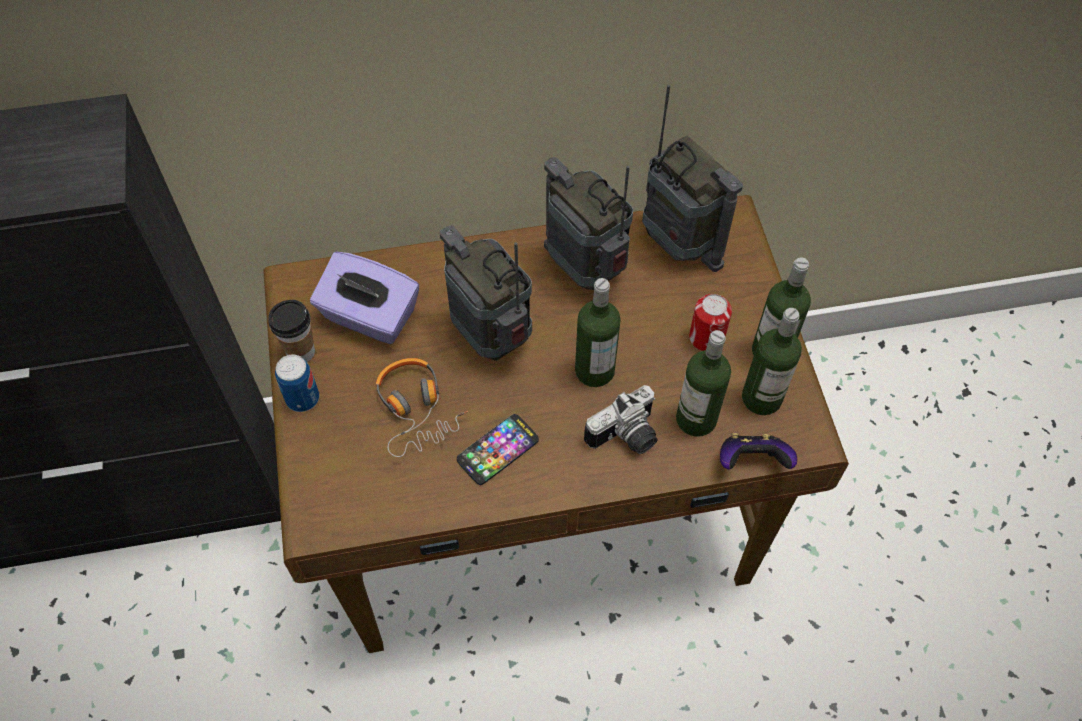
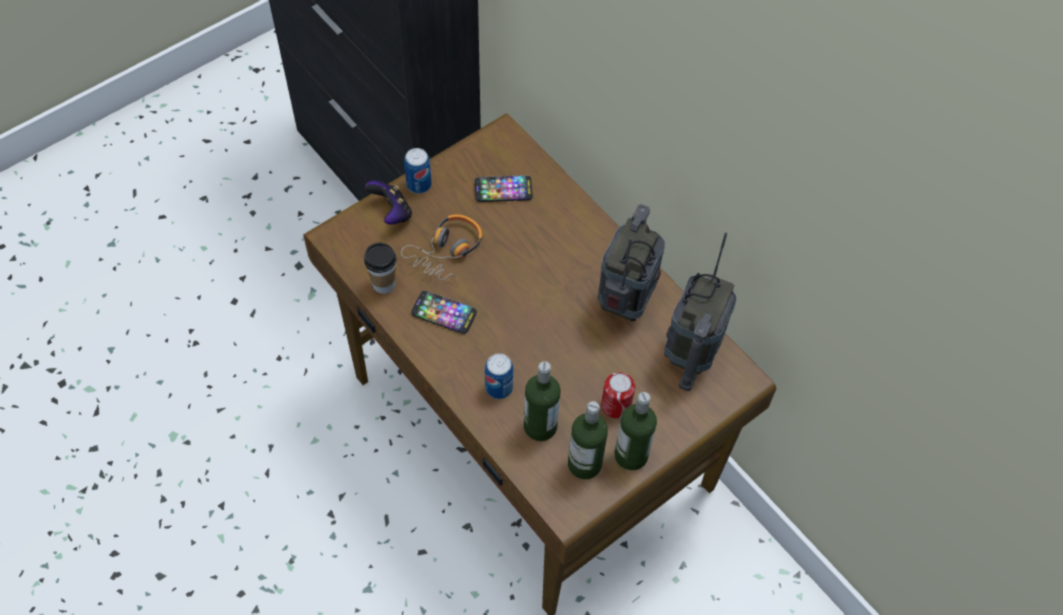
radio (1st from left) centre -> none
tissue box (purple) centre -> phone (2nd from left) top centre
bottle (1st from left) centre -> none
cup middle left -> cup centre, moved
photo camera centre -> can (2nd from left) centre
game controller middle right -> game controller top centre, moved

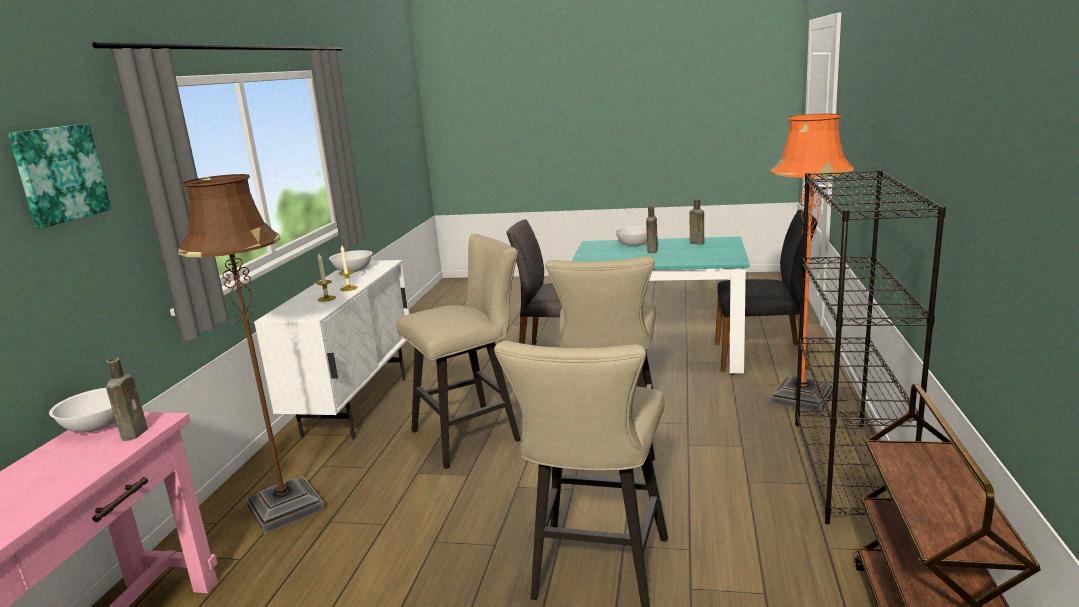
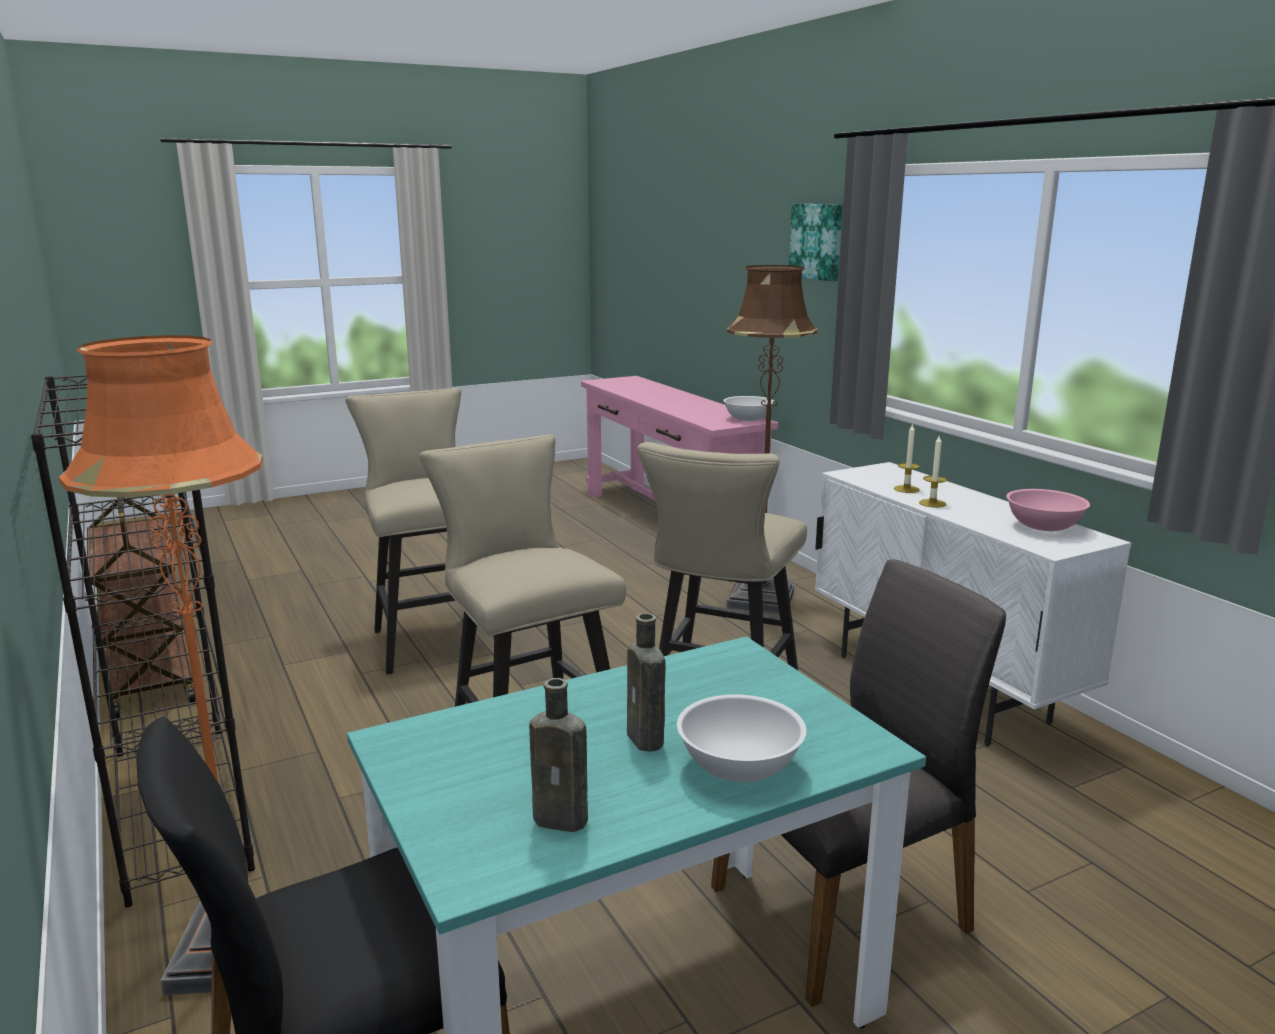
bowl (white) (2nd from left) middle left -> bowl (pink) middle right
bottle (brown) (1st from left) middle left -> none

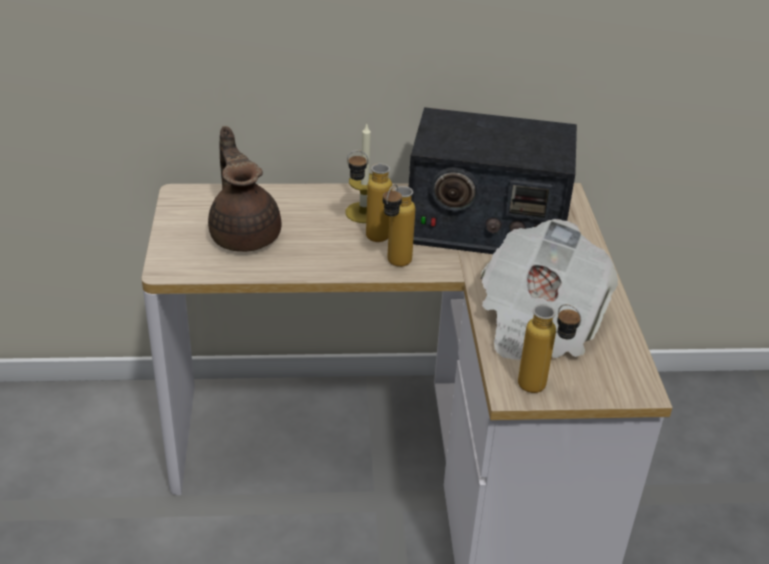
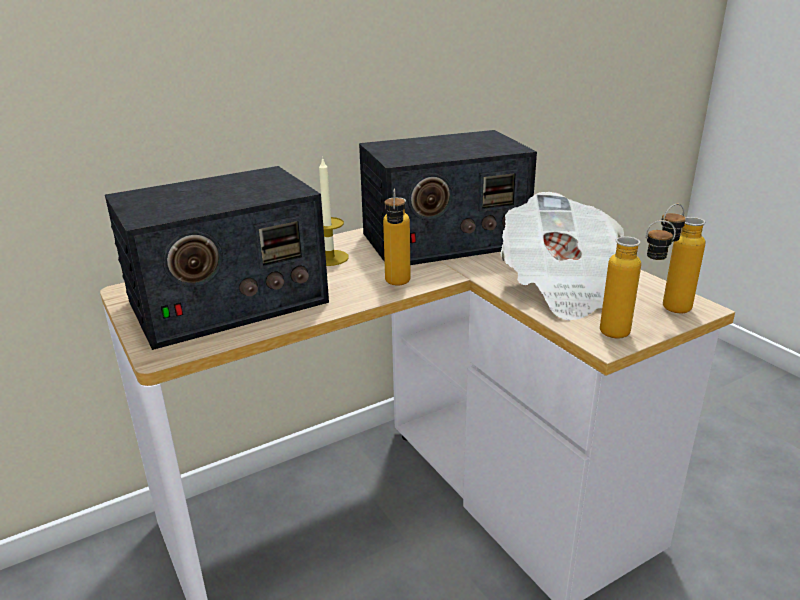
teapot (brown) middle left -> radio (1st from left) middle left
bottle (1st from left in the first image) centre -> bottle (3rd from left) middle right, moved

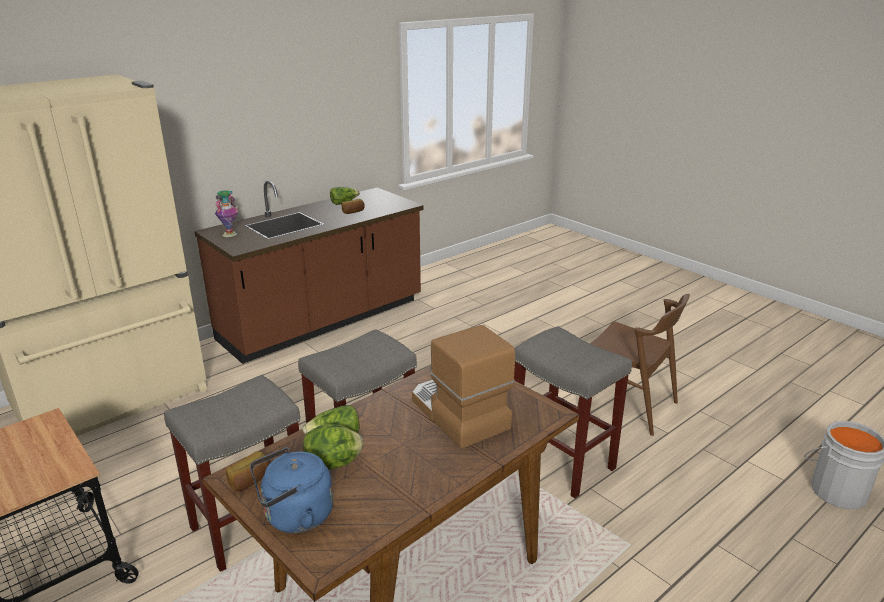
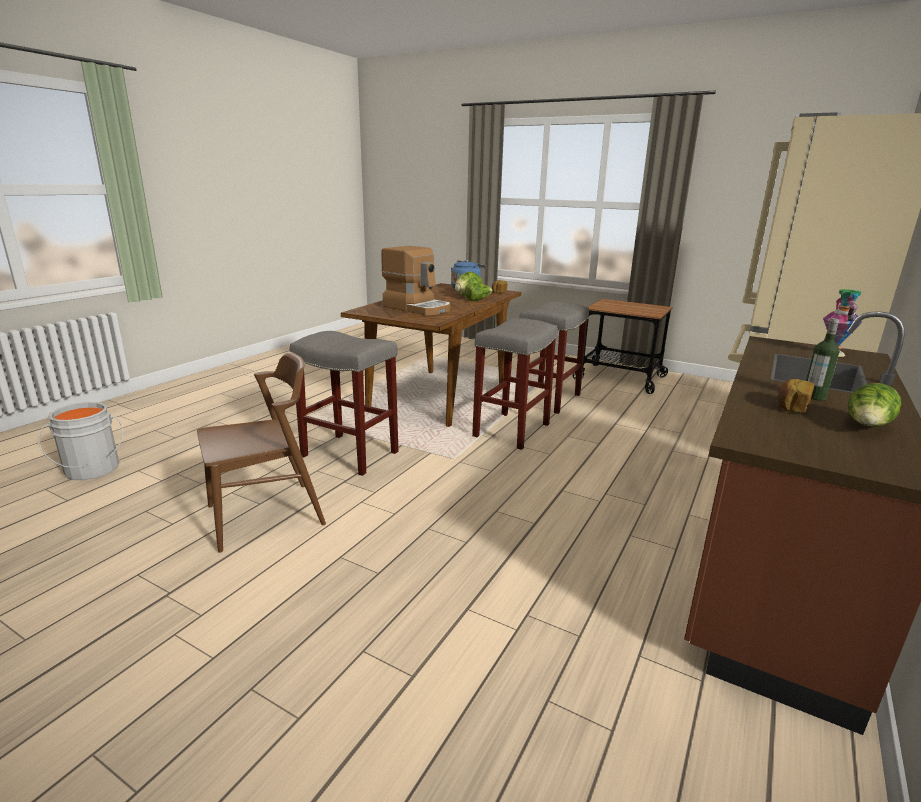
chair (brown) middle right -> chair (brown) middle left, 135 degrees clockwise
none -> bottle middle right

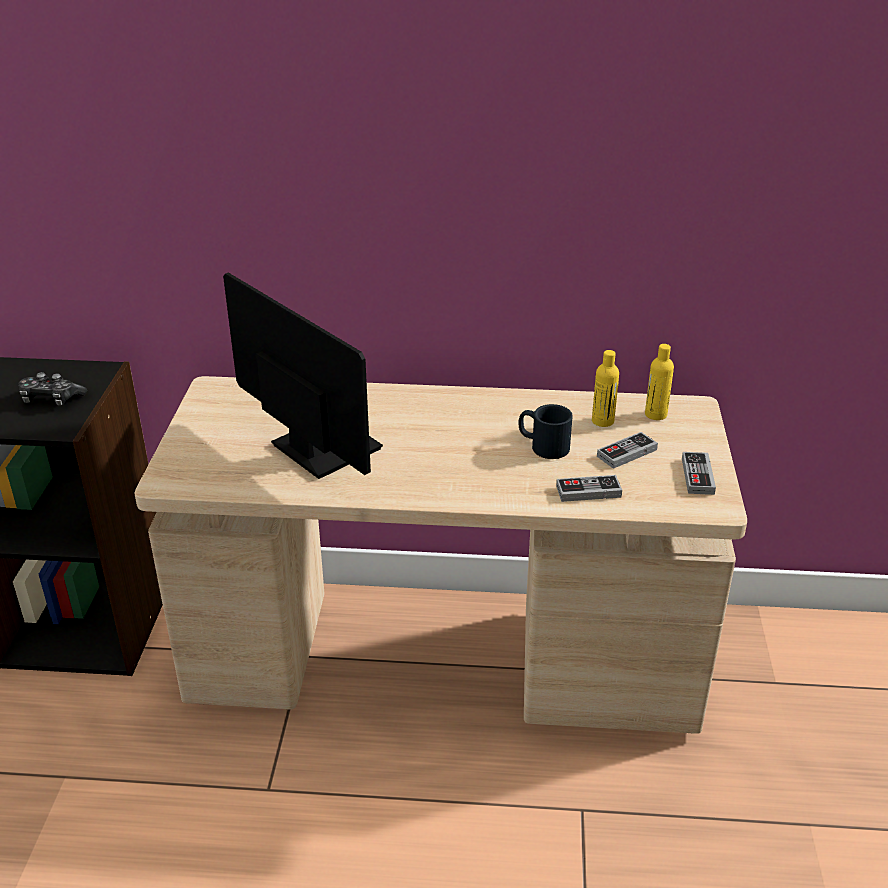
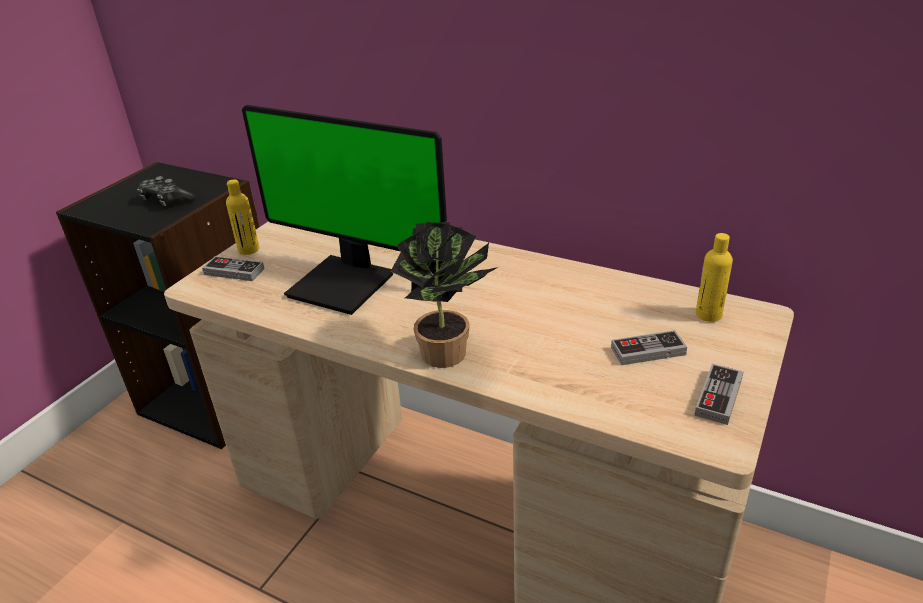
monitor centre, 135 degrees clockwise
bottle (yellow) (1st from left) middle right -> bottle (yellow) (1st from left) middle left, moved
mug (black) centre -> none
game controller (2nd from left) centre -> game controller (2nd from left) middle left, moved
none -> potted plant centre

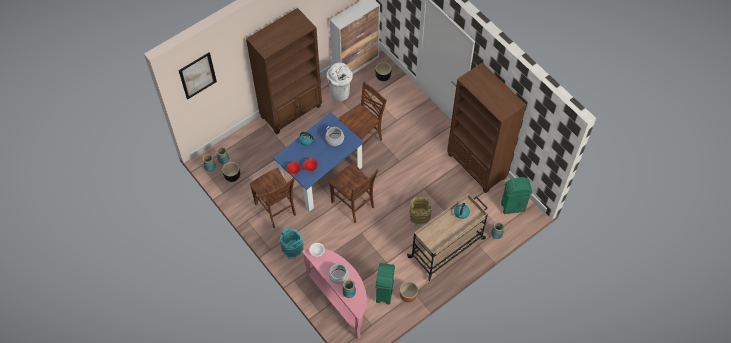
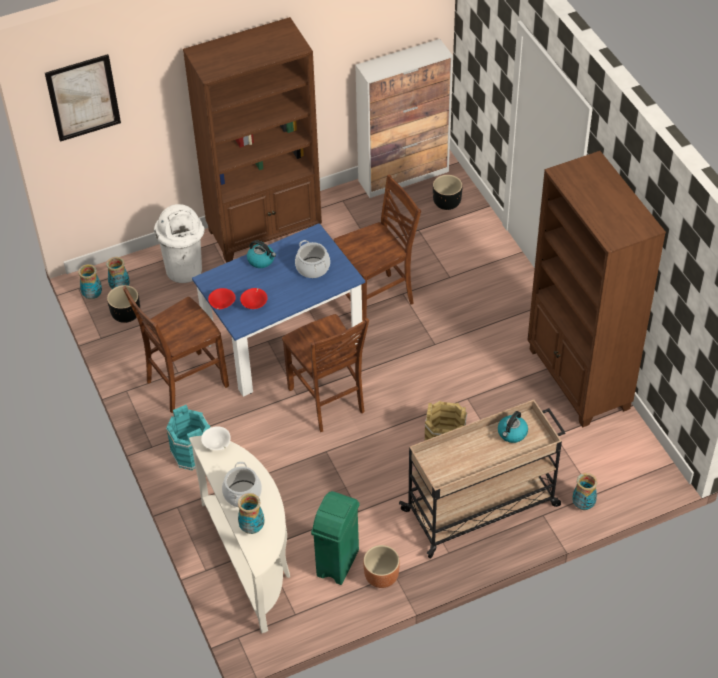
trash can (white) top centre -> trash can (white) middle left, moved
chair (brown) (1st from left) centre -> chair (brown) (1st from left) middle left, 75 degrees clockwise
trash can (green) (2nd from left) middle right -> none
console table (pink) bottom centre -> console table (white) bottom left

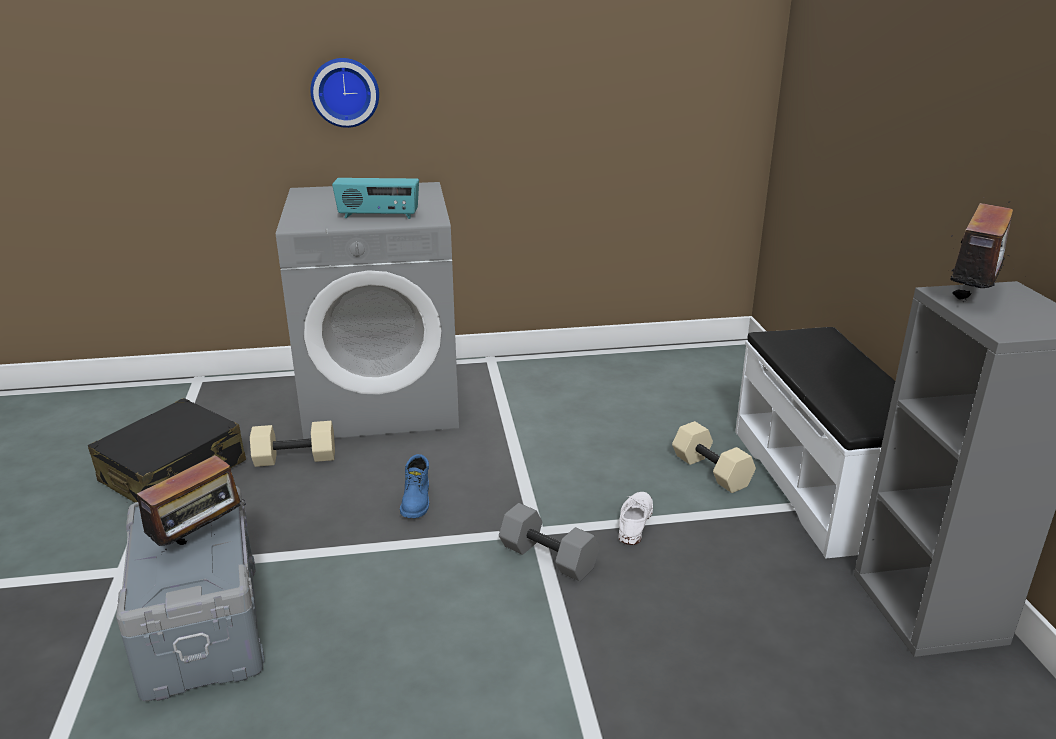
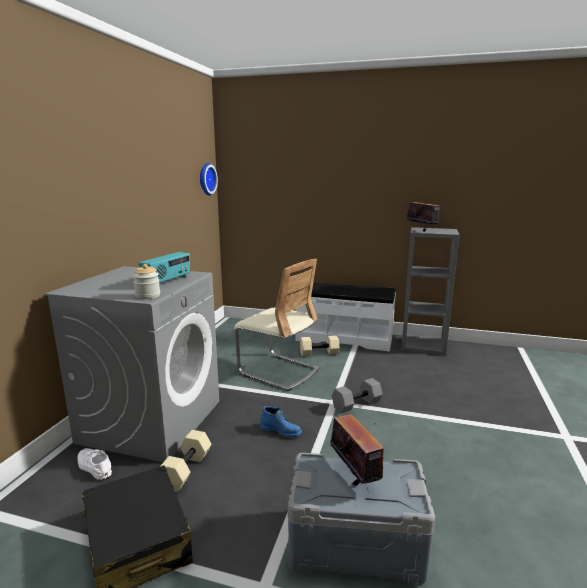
wall clock top left -> wall clock top centre, moved
shoe (white) bottom centre -> shoe (white) bottom left, moved
none -> chair (beige) centre
none -> jar middle left

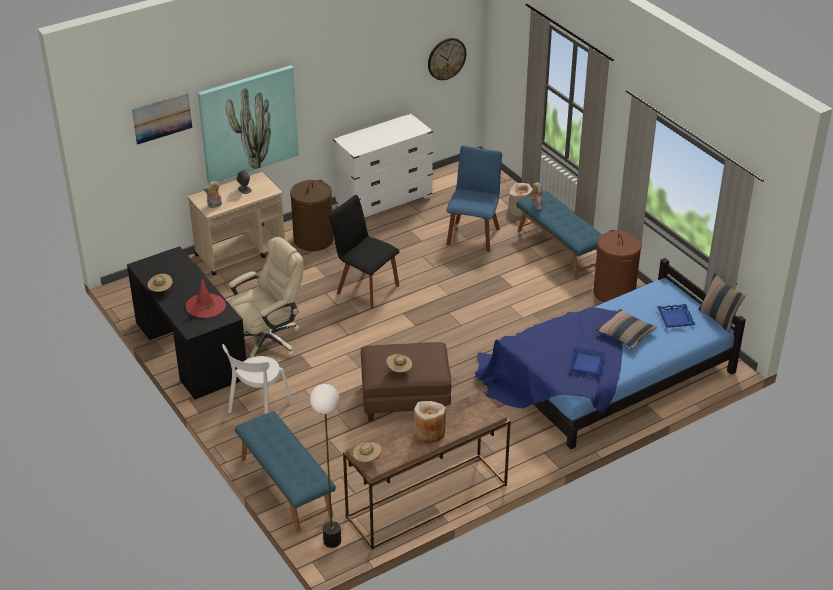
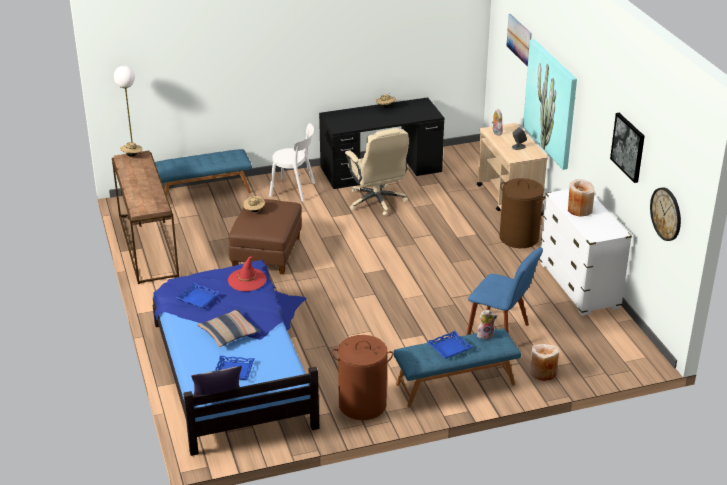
chair (black) centre -> none
hat (red) middle left -> hat (red) centre, moved
chair (white) middle left -> chair (white) centre, 150 degrees clockwise
vase (beige) (1st from left in the first image) bottom centre -> vase (beige) (2nd from left) middle right, moved
none -> picture (3rd from left) top right
none -> tray (blue) (3rd from left) bottom centre

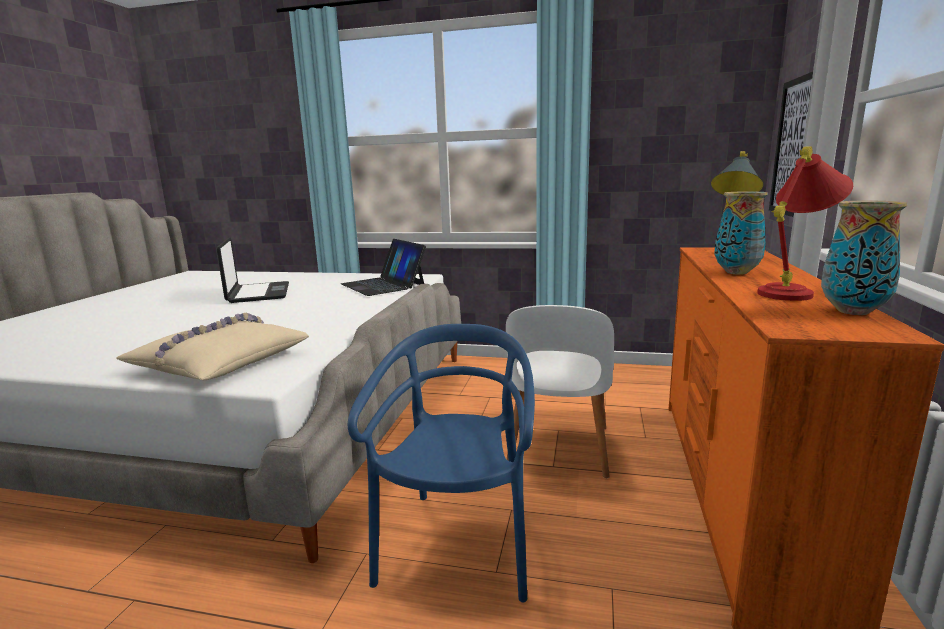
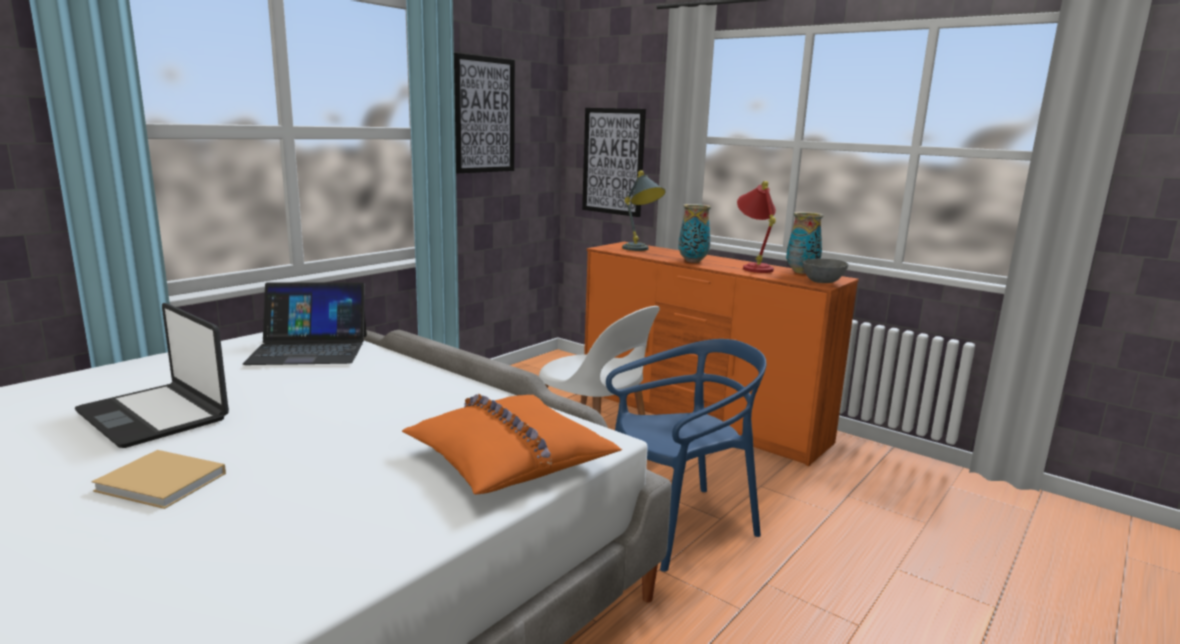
laptop (1st from left) middle left, 150 degrees counterclockwise
pillow (beige) middle left -> pillow (orange) bottom centre
chair (blue) bottom centre, 120 degrees clockwise
none -> picture (1st from left) top centre
none -> bowl (grey) middle right
none -> book (beige) bottom left

